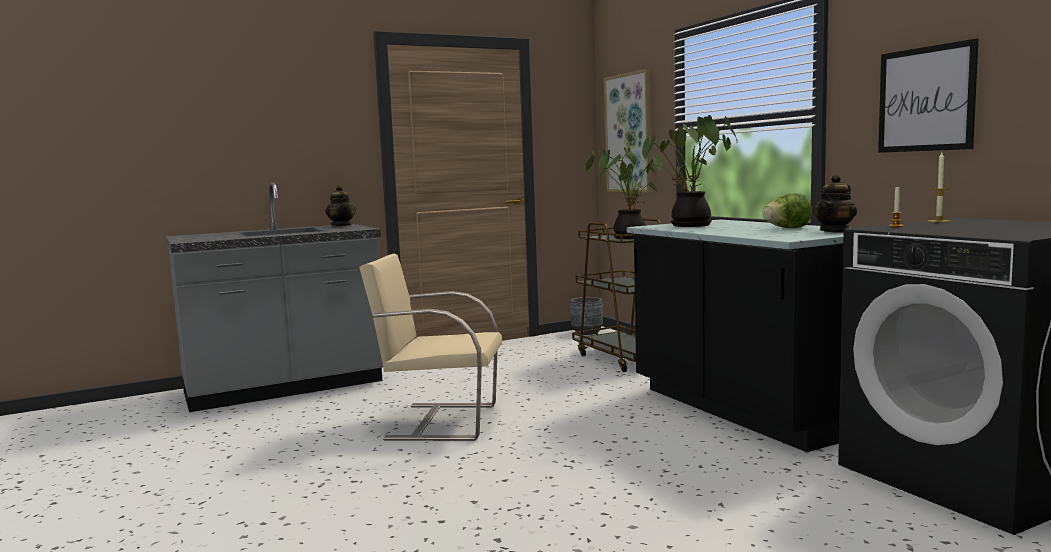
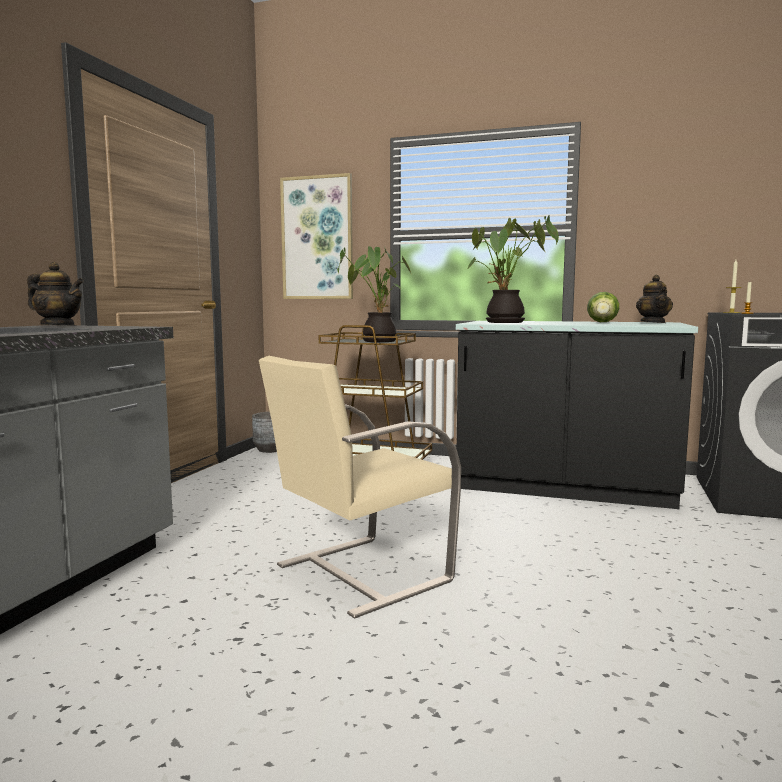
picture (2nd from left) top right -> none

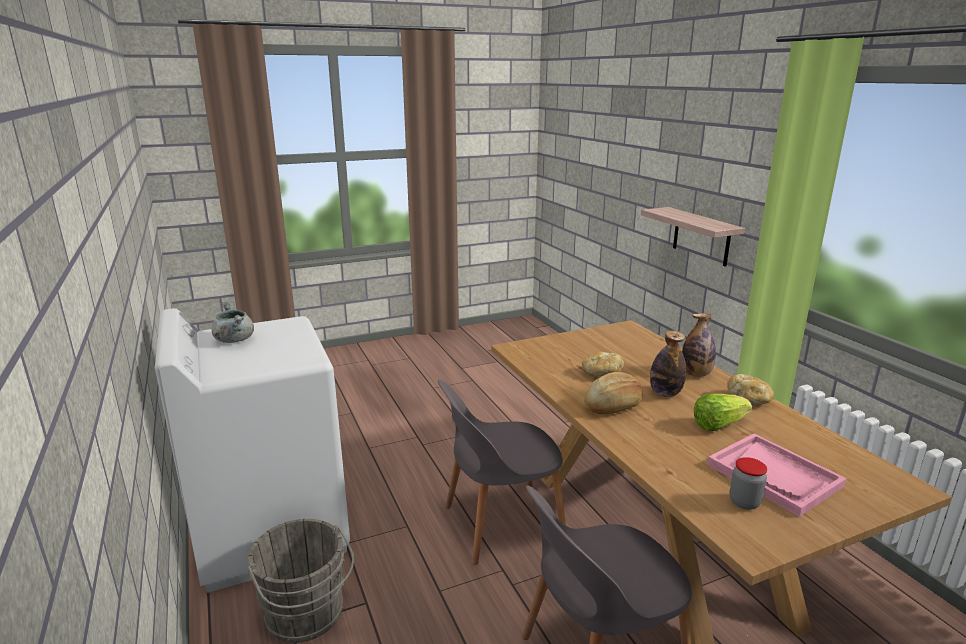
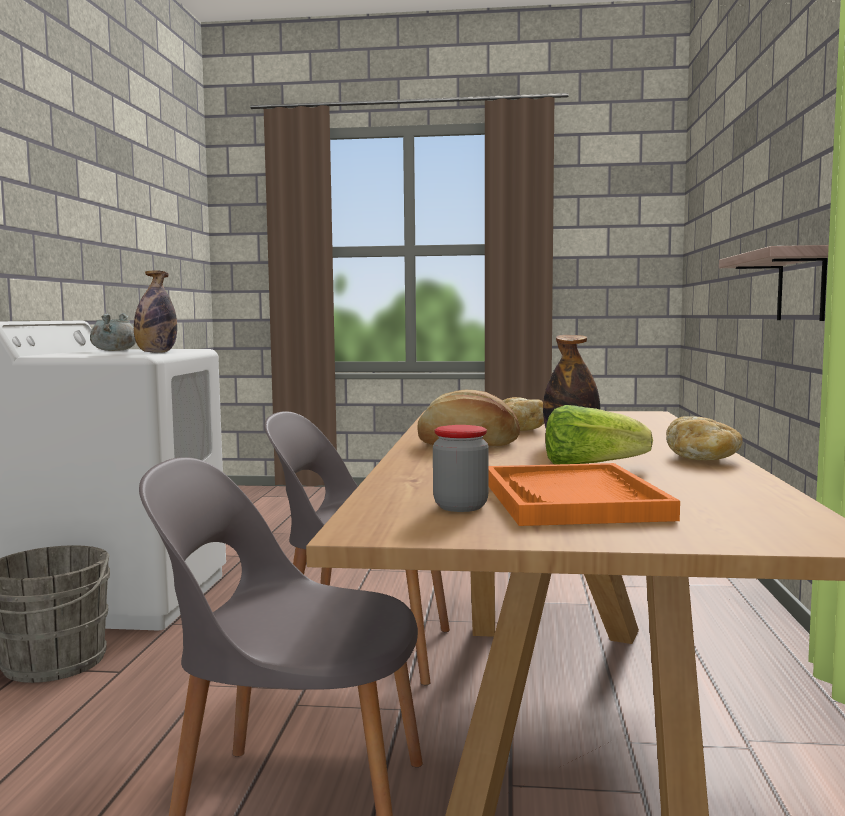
bottle (2nd from left in the first image) middle right -> bottle (1st from left) middle left, moved
tray (pink) bottom right -> tray (orange) middle right

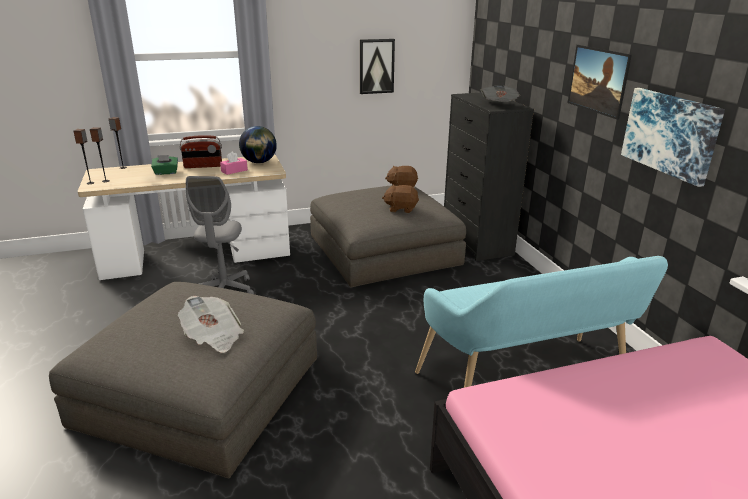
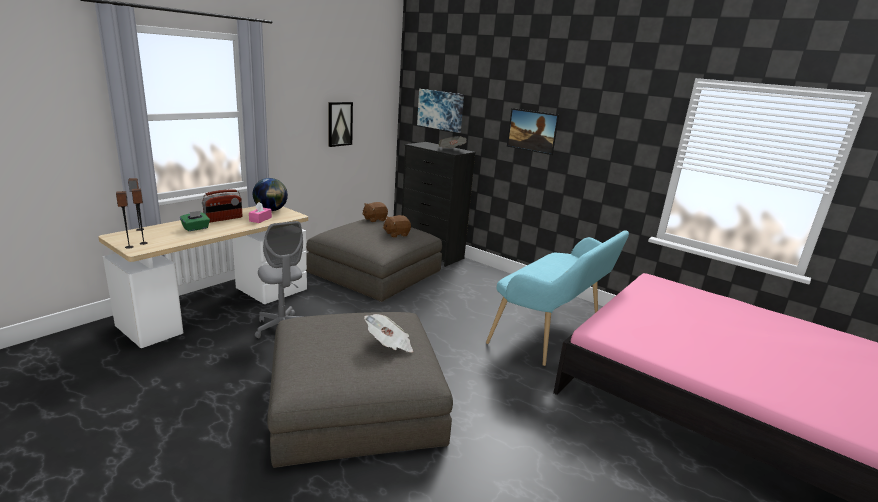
picture (3rd from left in the first image) top right -> picture (2nd from left) top centre, moved

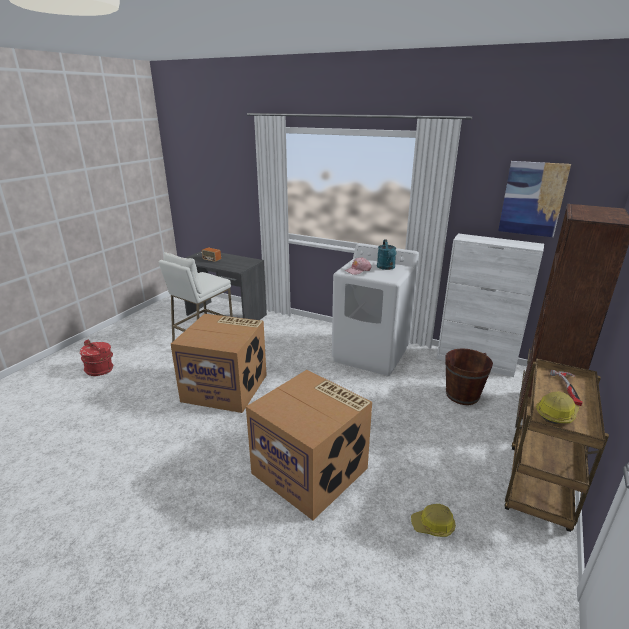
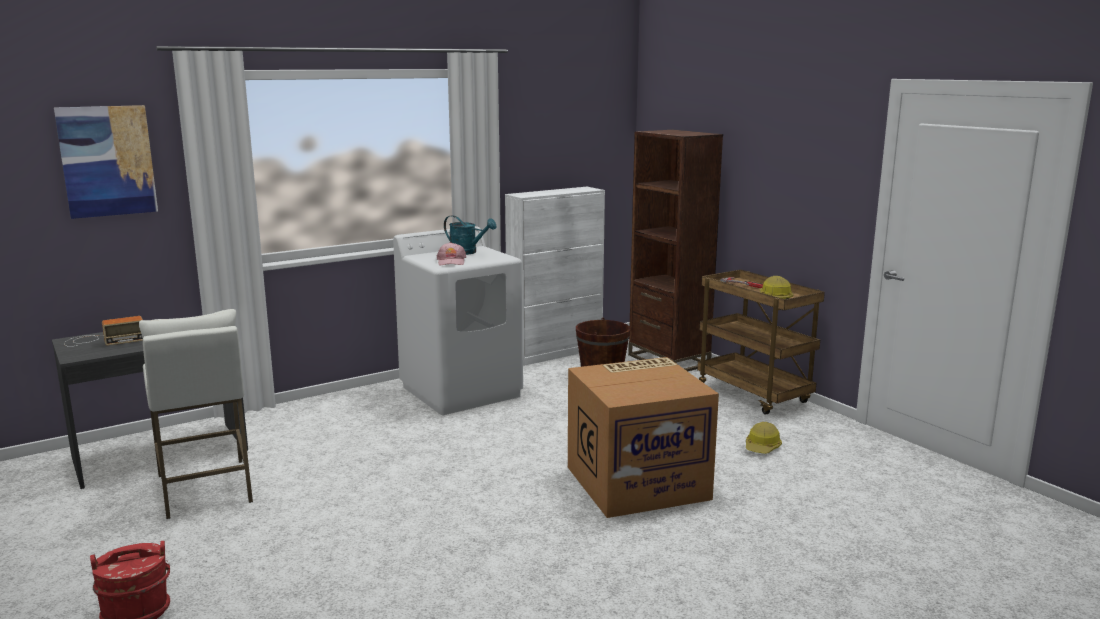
picture top right -> picture top left, moved
cardboard box (1st from left) centre -> none

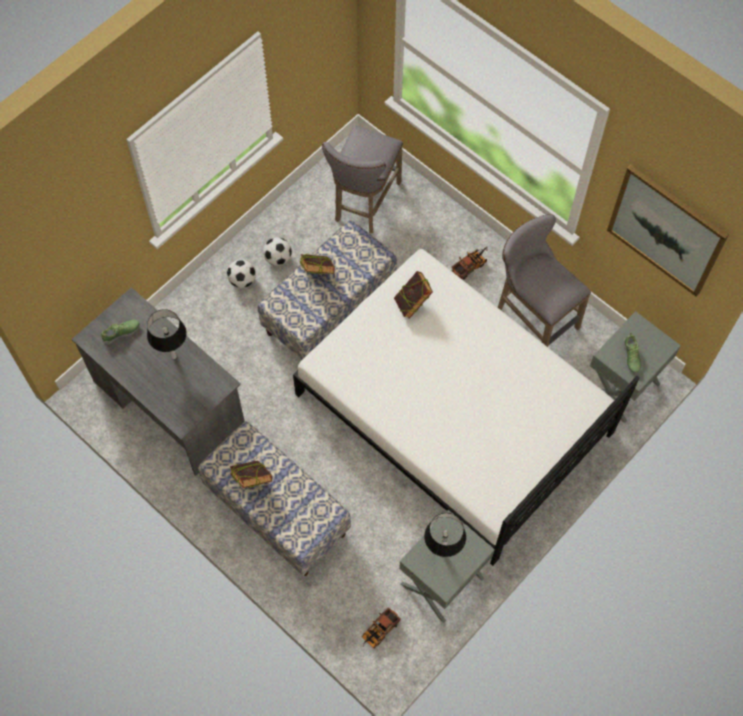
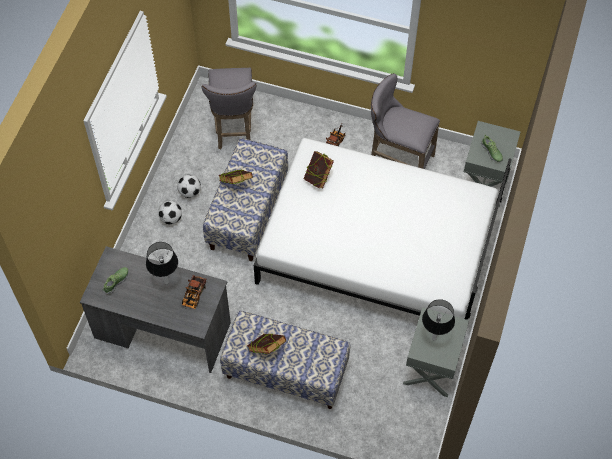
picture top right -> none
toy truck (1st from left) bottom centre -> toy truck (1st from left) middle left, moved

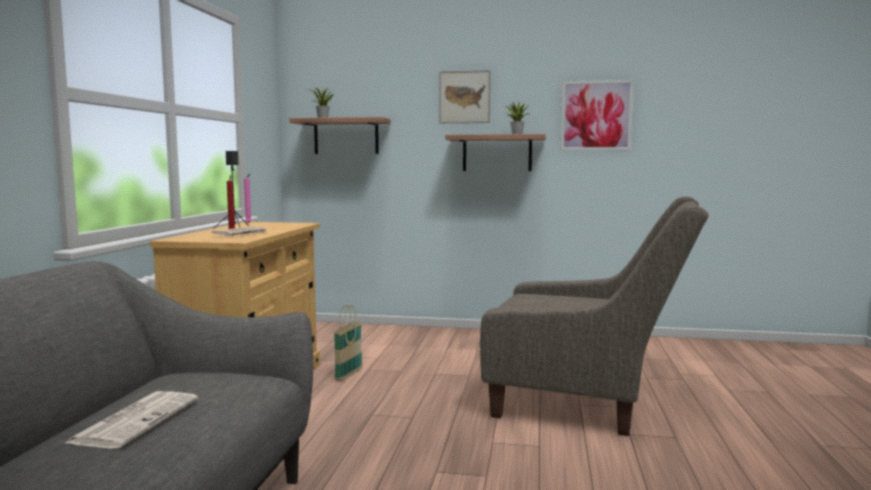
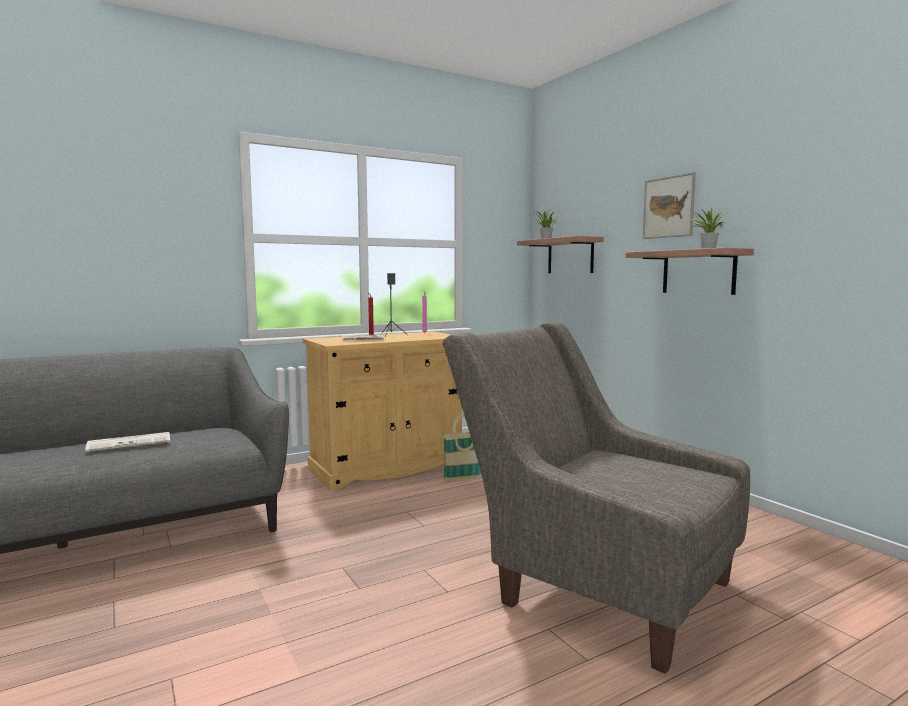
picture (2nd from left) top right -> none
armchair (grey) middle right -> armchair (grey) bottom centre, 150 degrees clockwise

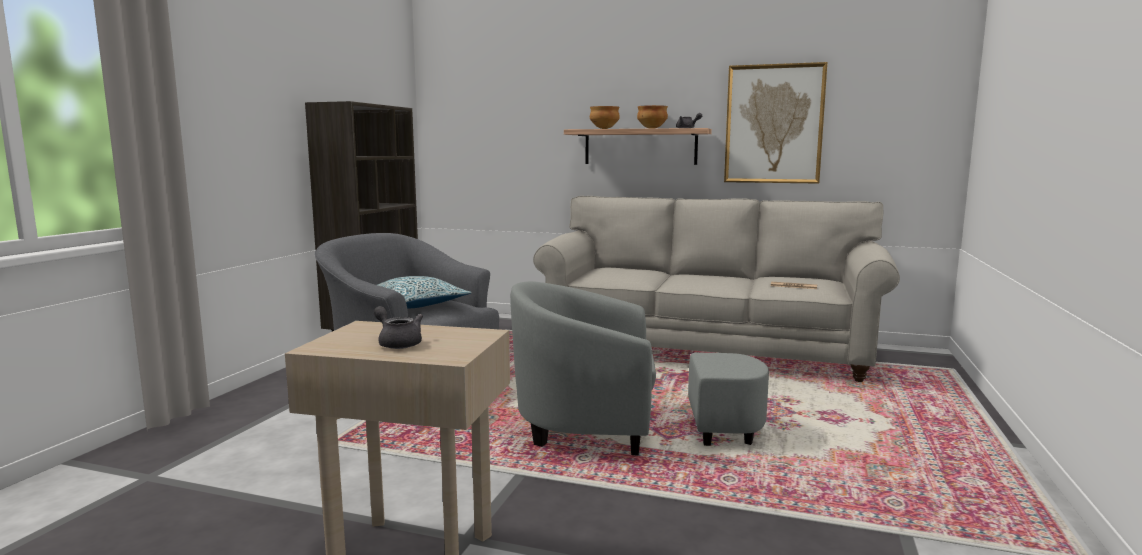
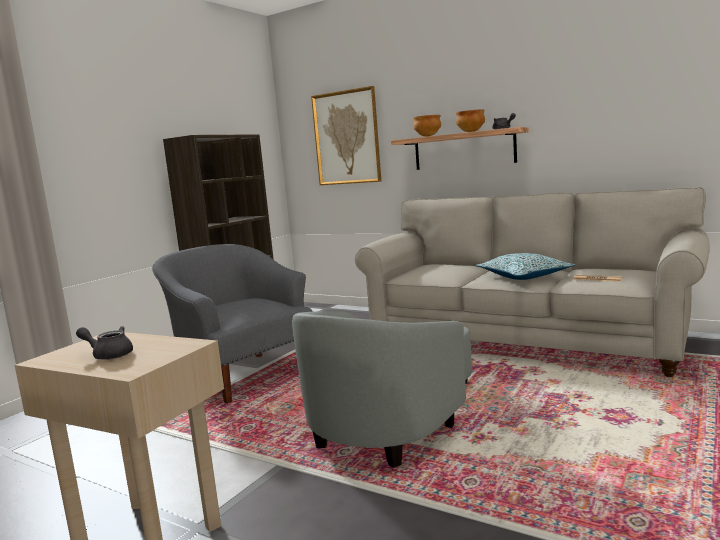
picture top right -> picture top centre, moved
pillow centre -> pillow middle right, moved
armchair (grey) (2nd from left) centre -> armchair (grey) (2nd from left) bottom centre, 75 degrees counterclockwise
teapot (grey) (1st from left) centre -> teapot (grey) (1st from left) middle left, 45 degrees counterclockwise

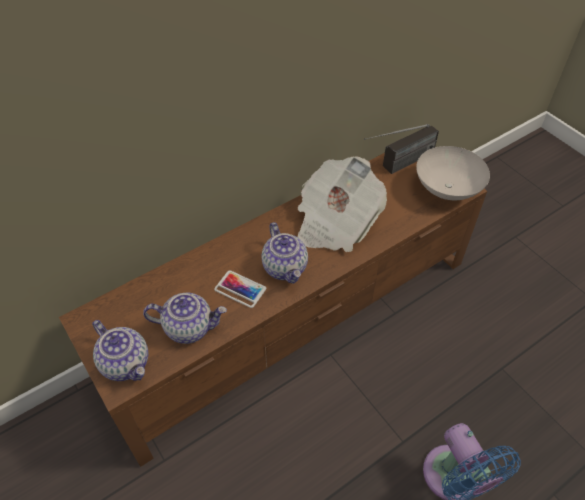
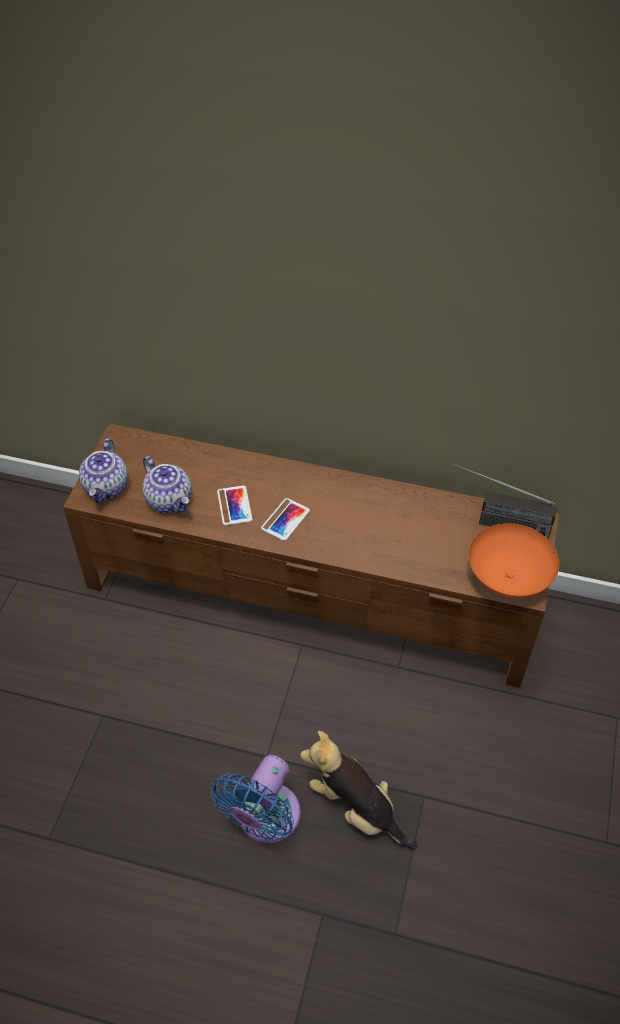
bowl (white) middle right -> bowl (orange) middle right
newspaper centre -> none
teapot (3rd from left) centre -> phone (2nd from left) centre
none -> plush toy bottom centre

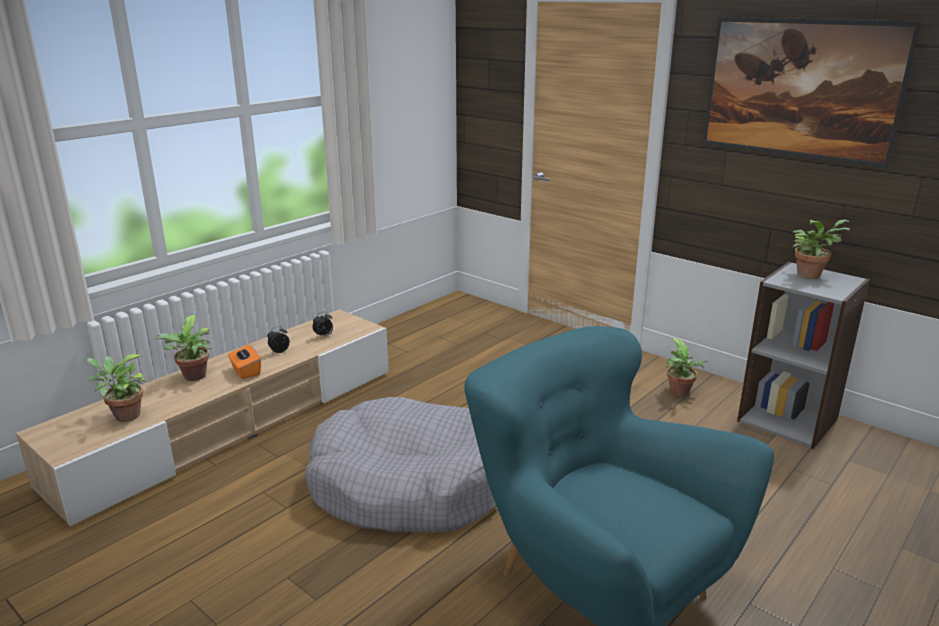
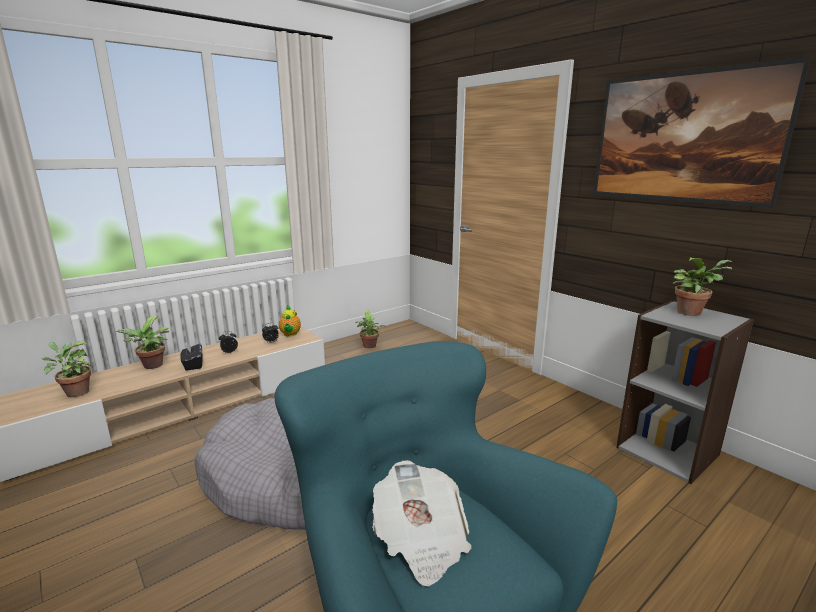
potted plant (3rd from left) middle right -> potted plant (3rd from left) centre, moved
tissue box (orange) middle left -> tissue box (black) middle left
none -> teapot centre
none -> newspaper bottom centre

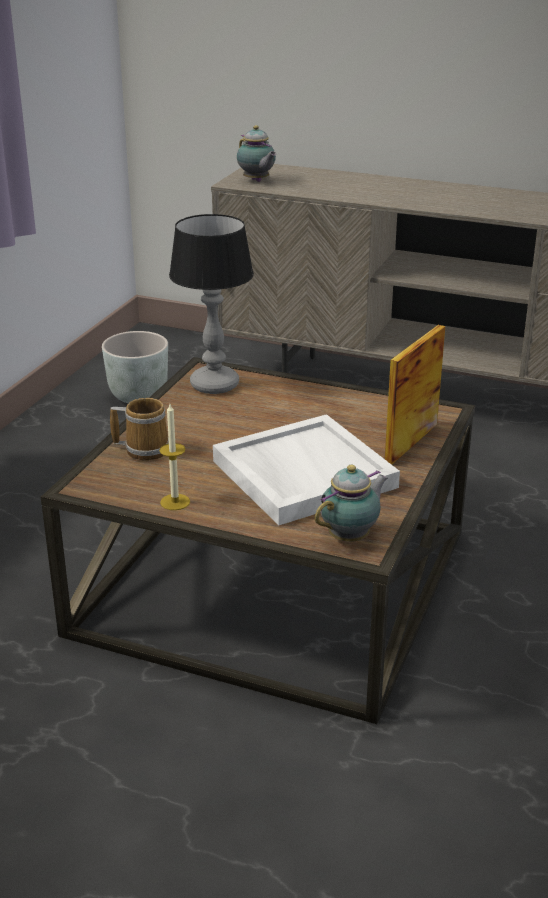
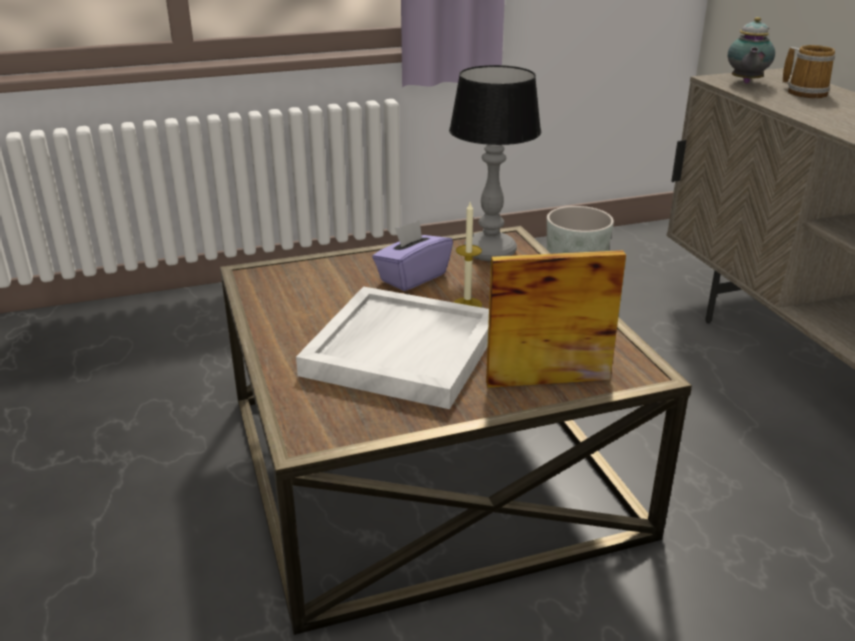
mug middle left -> mug top right, moved
candle middle left -> candle centre, moved
teapot (2nd from left) centre -> none
none -> tissue box (purple) centre

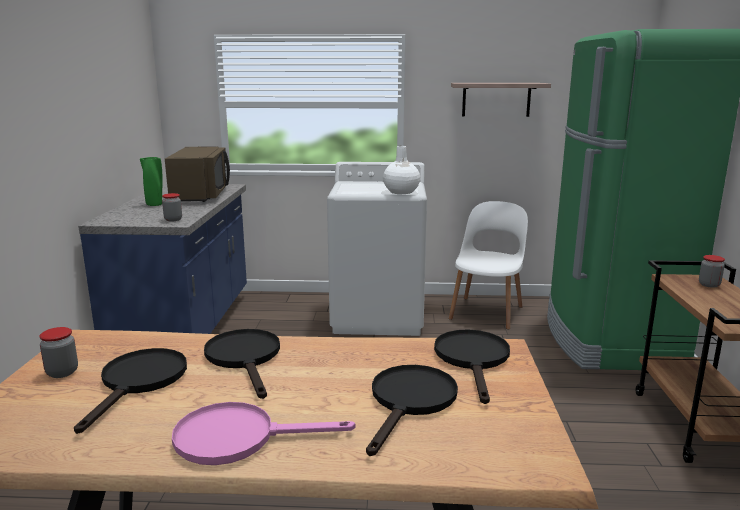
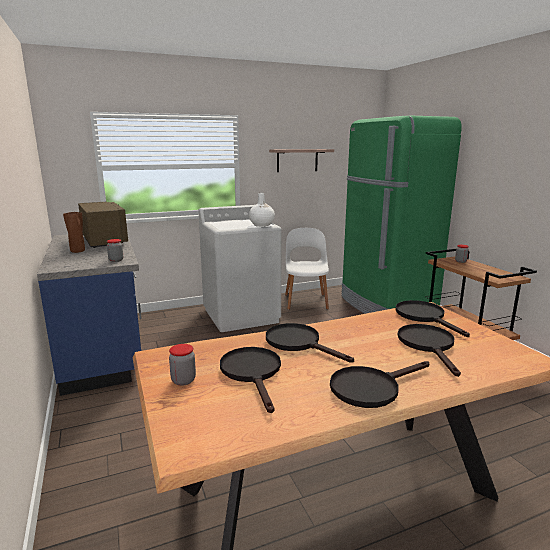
vase (green) middle left -> vase (brown) middle left
frying pan (pink) bottom centre -> frying pan (black) (3rd from left) bottom right

